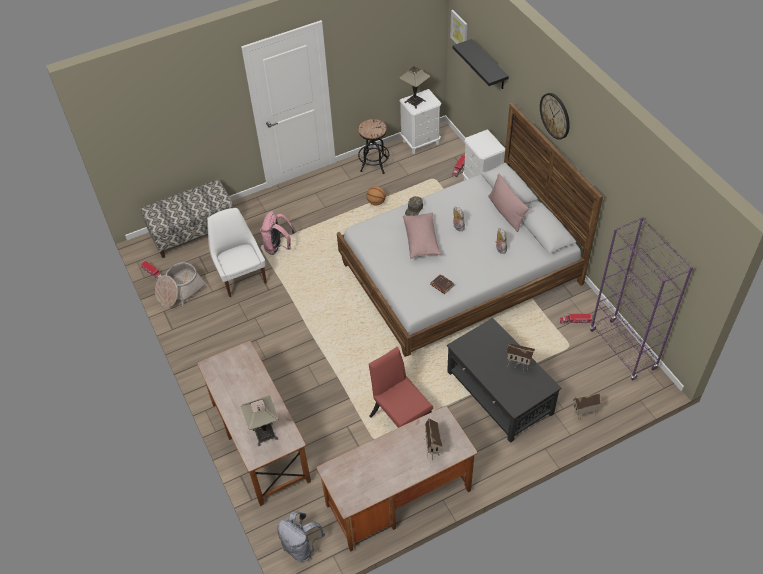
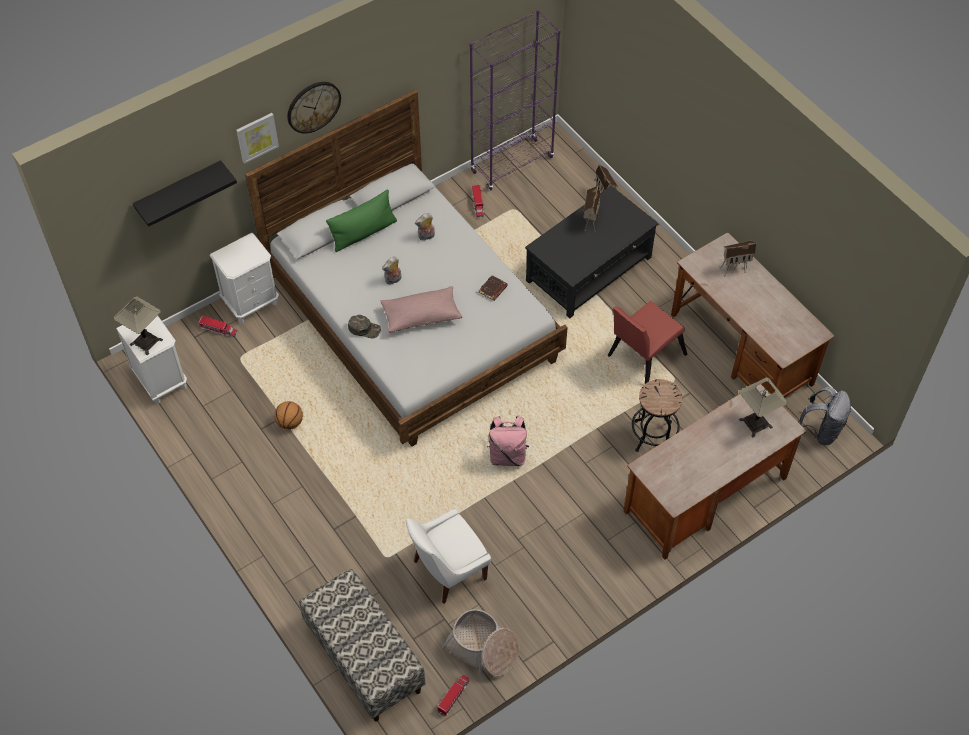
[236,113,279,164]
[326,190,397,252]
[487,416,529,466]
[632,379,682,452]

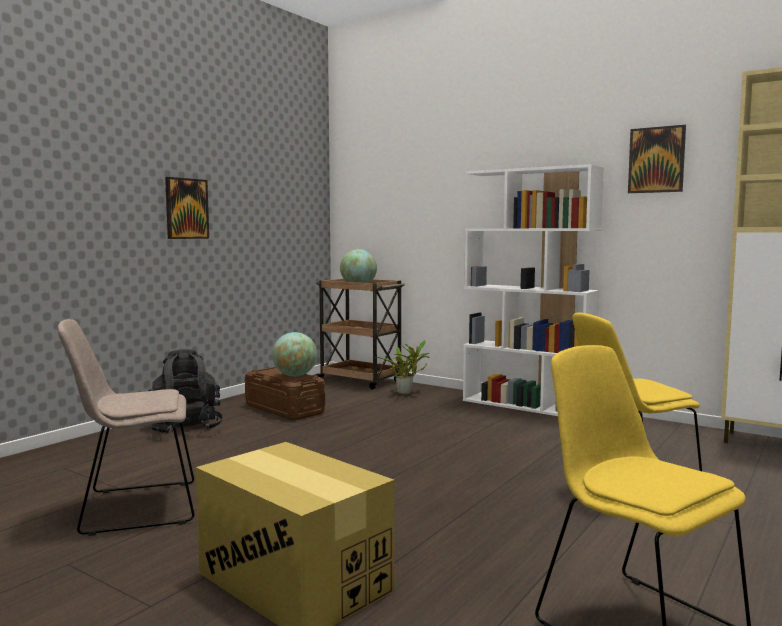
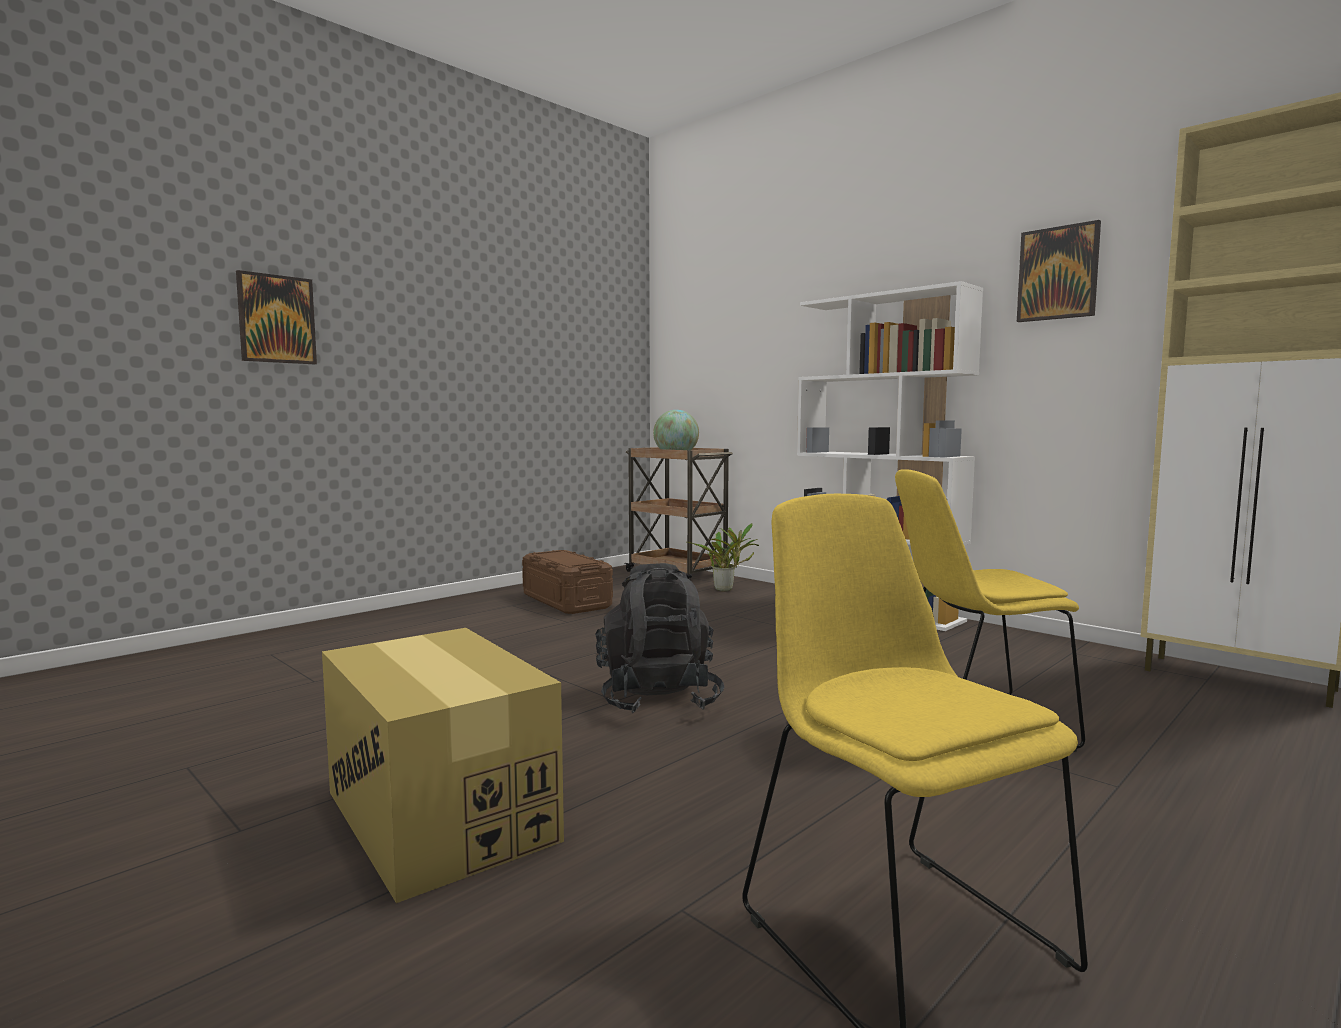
[236,270,317,364]
[595,563,724,713]
[57,319,194,536] (first image)
[272,332,317,377] (first image)

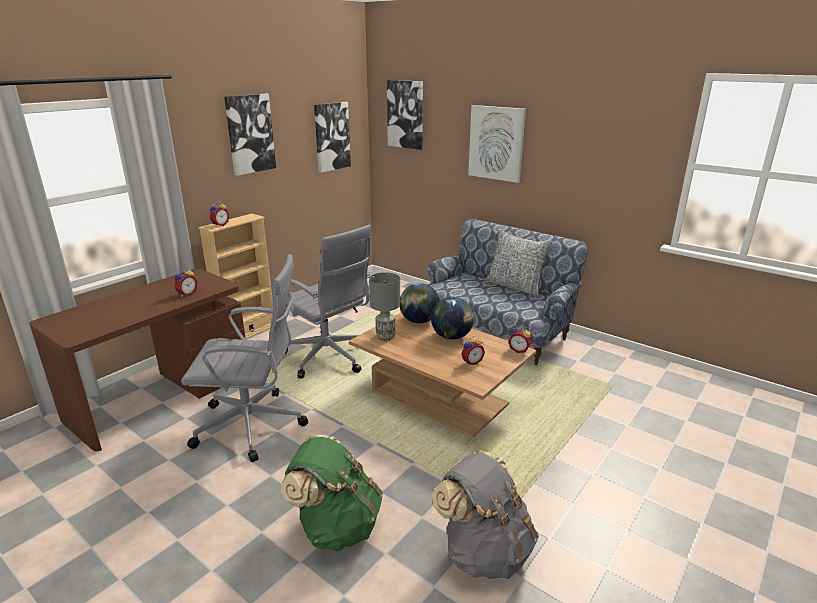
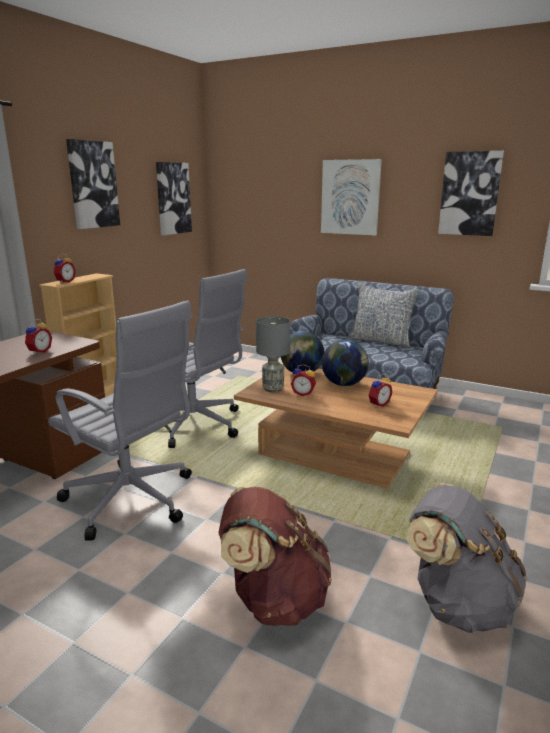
[48,301,192,541]
[218,486,332,626]
[291,364,316,396]
[438,151,504,236]

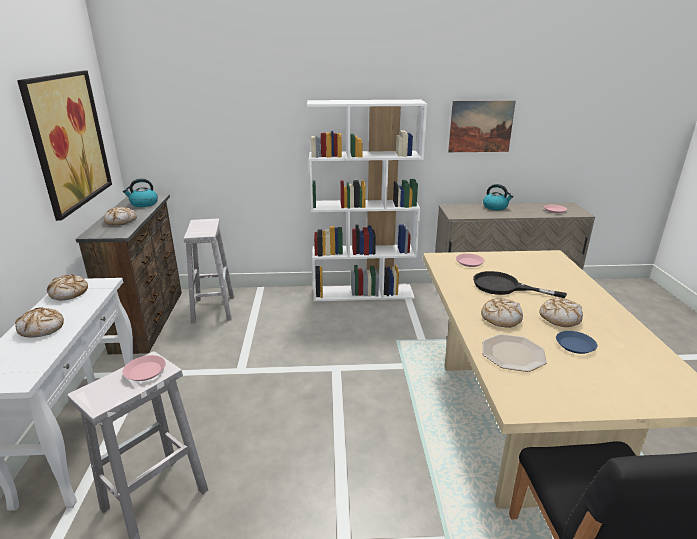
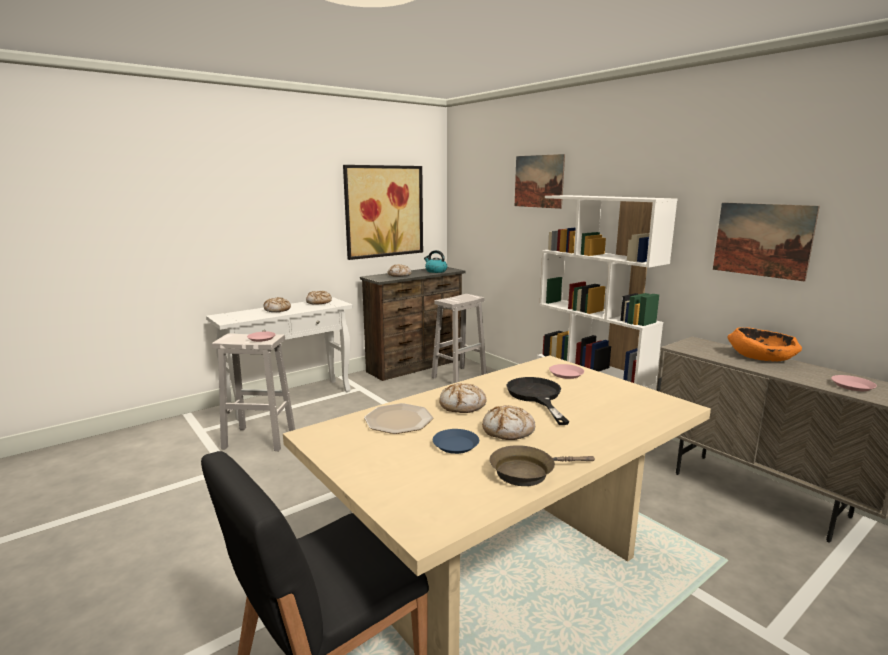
[489,445,595,486]
[515,154,565,209]
[727,327,802,361]

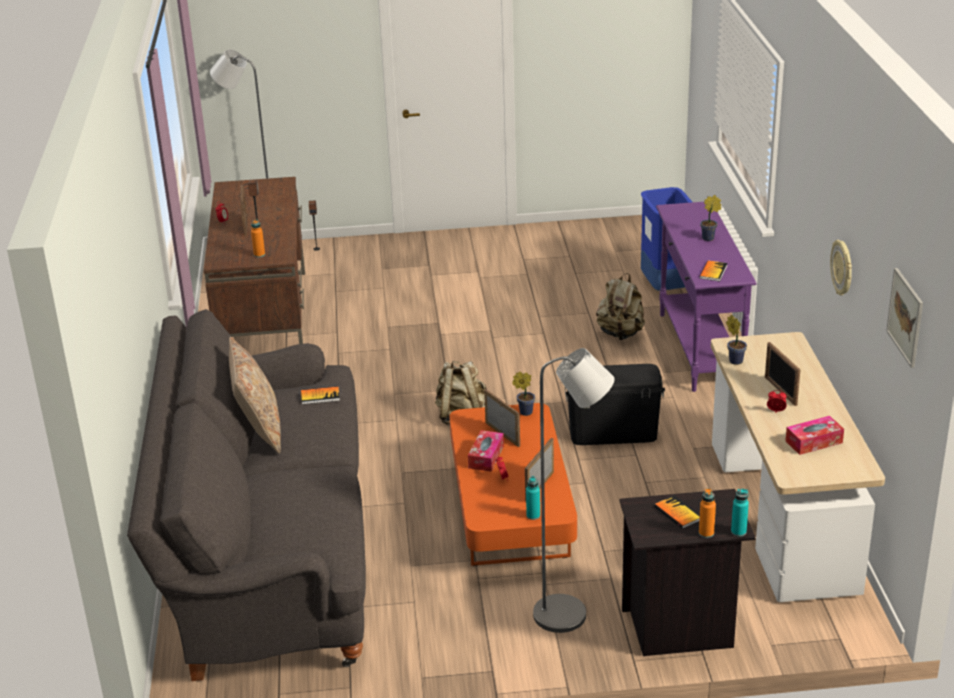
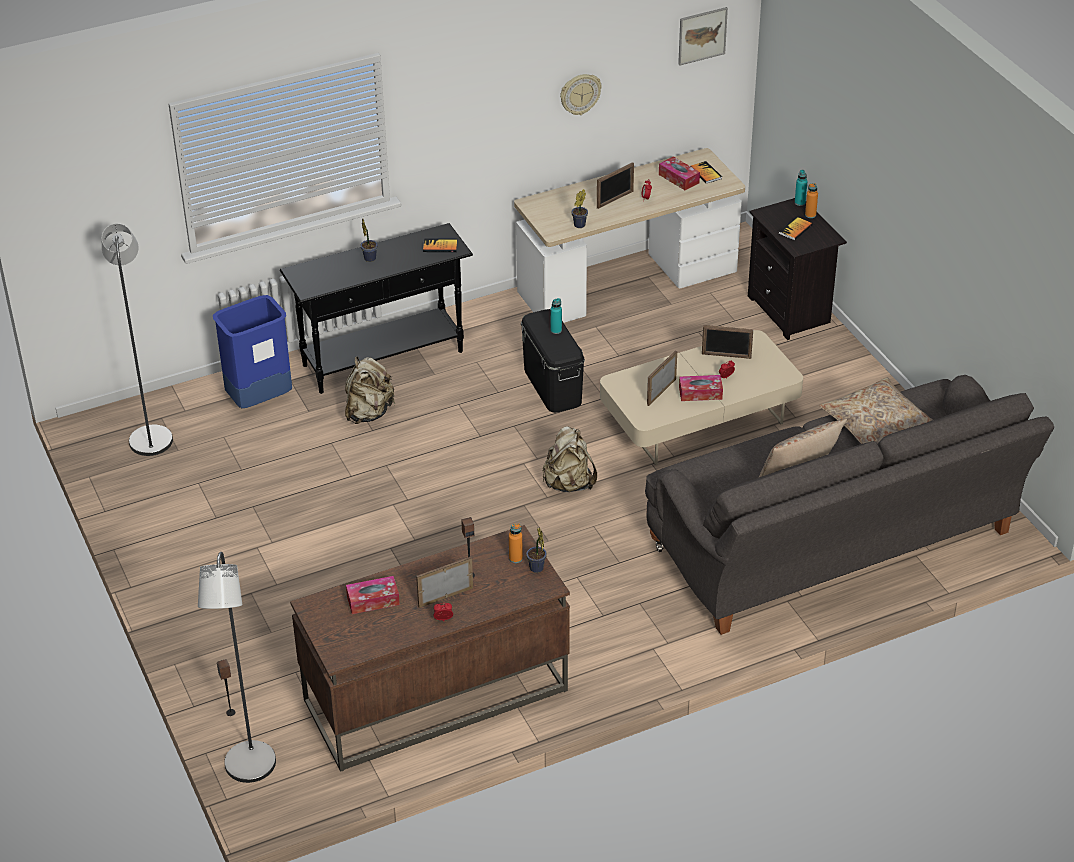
[102,223,173,456]
[280,223,473,394]
[346,576,400,614]
[526,527,547,573]
[550,298,562,334]
[600,330,803,465]
[690,161,722,184]
[819,377,933,444]

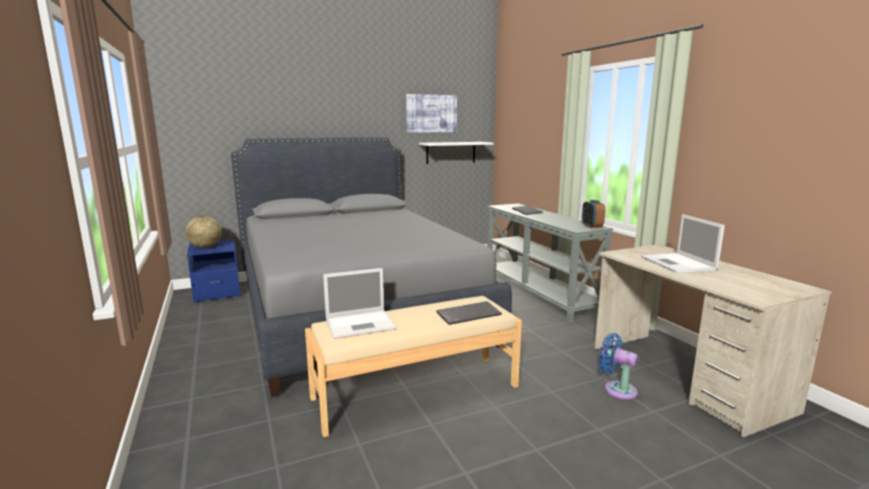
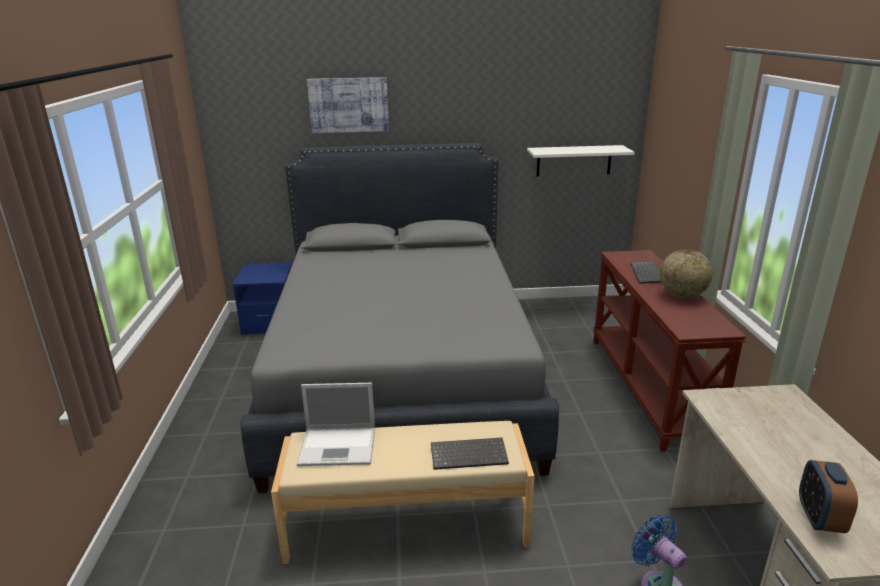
[307,77,389,133]
[593,250,746,452]
[660,249,712,298]
[799,460,858,533]
[641,214,725,273] (first image)

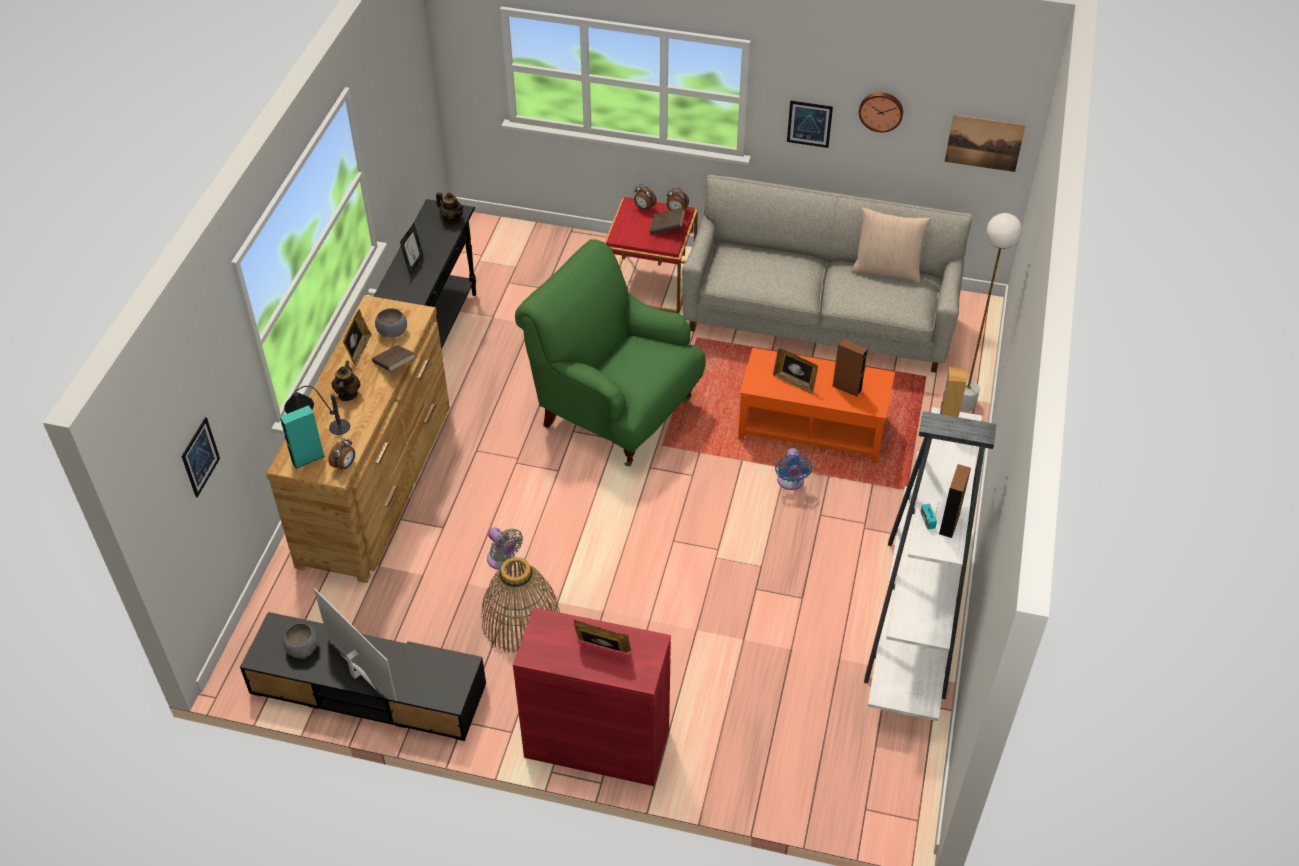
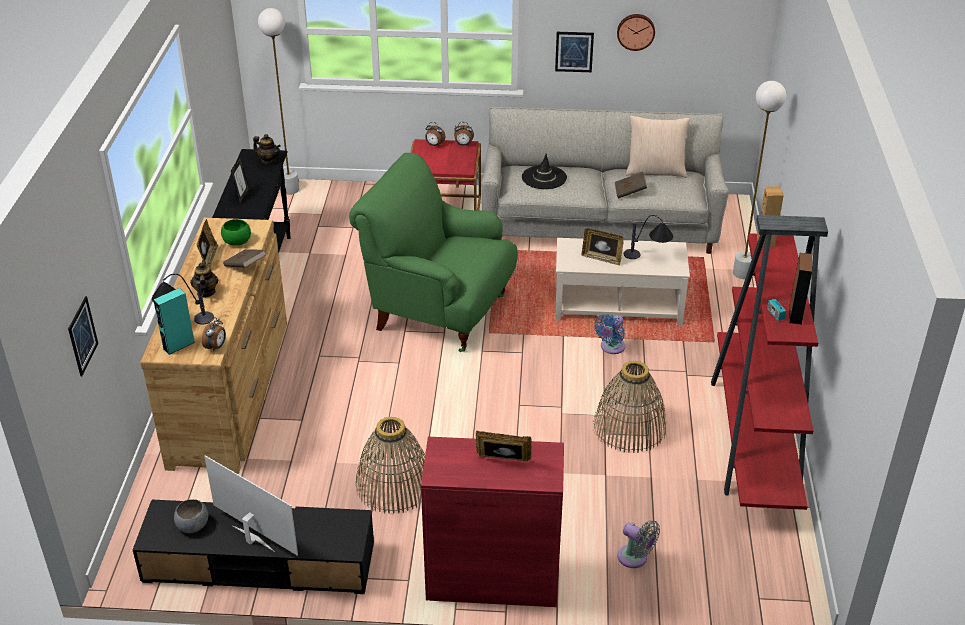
[221,219,251,246]
[258,8,299,195]
[522,154,567,189]
[555,238,690,326]
[593,361,666,453]
[594,314,625,354]
[614,172,647,199]
[617,520,660,568]
[624,215,673,259]
[711,215,828,510]
[945,115,1026,172] (first image)

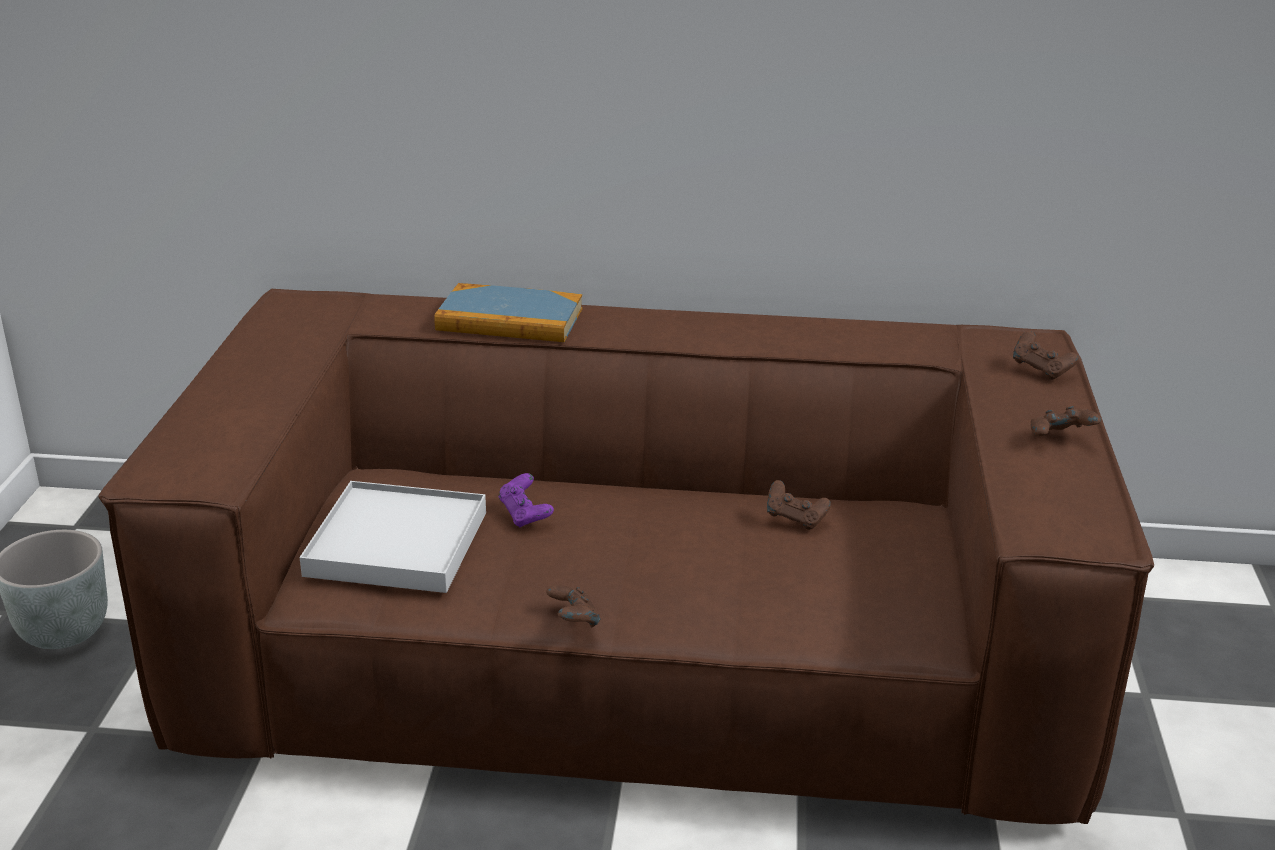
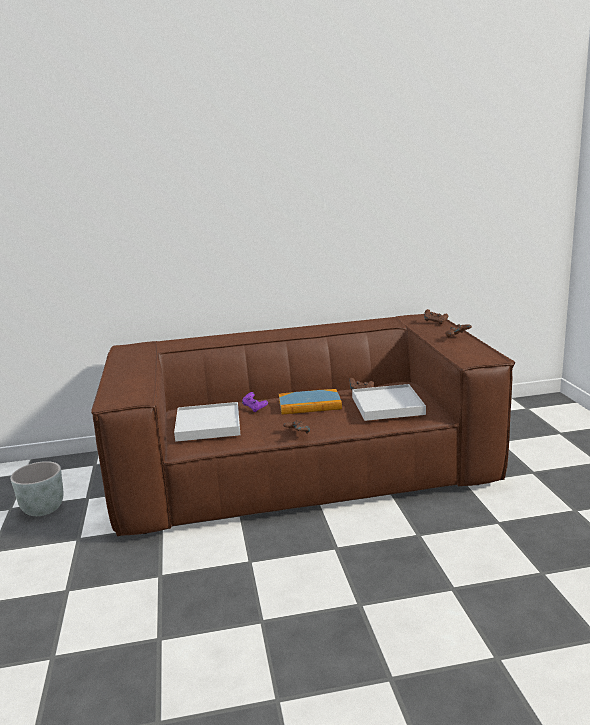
[279,389,342,414]
[352,384,426,421]

